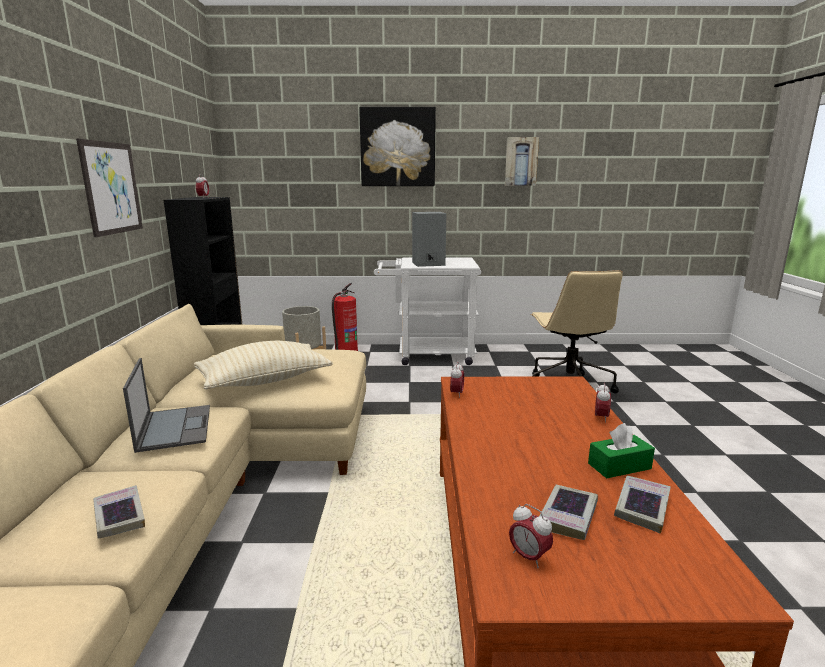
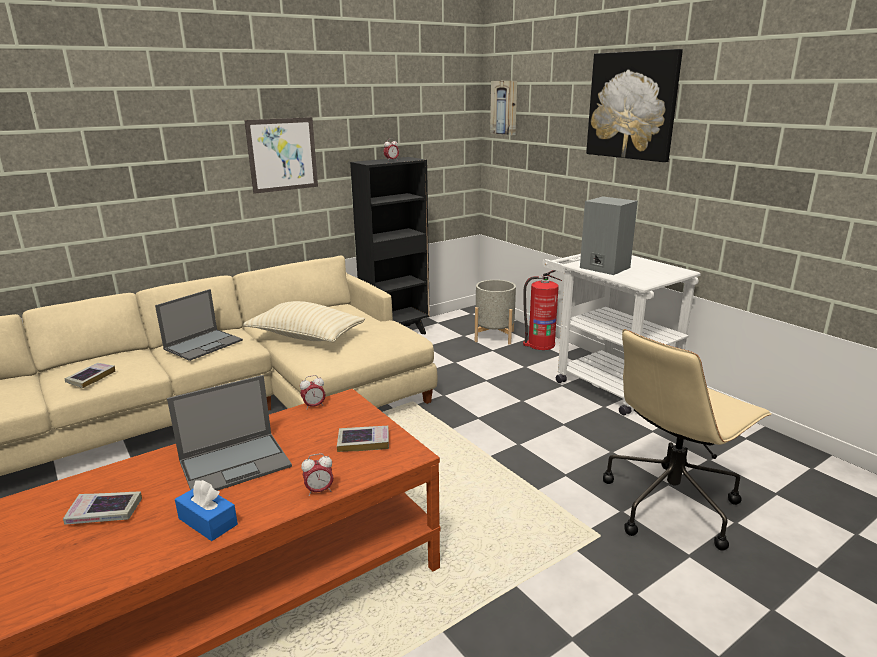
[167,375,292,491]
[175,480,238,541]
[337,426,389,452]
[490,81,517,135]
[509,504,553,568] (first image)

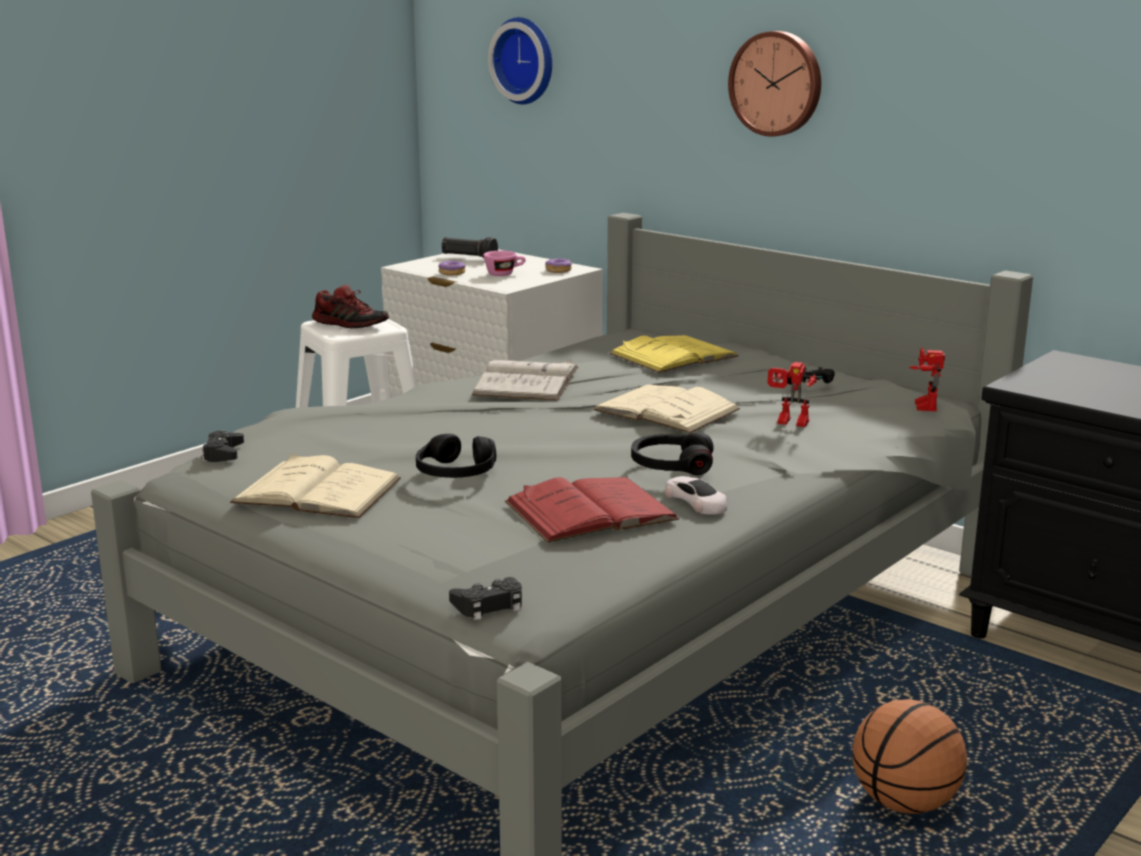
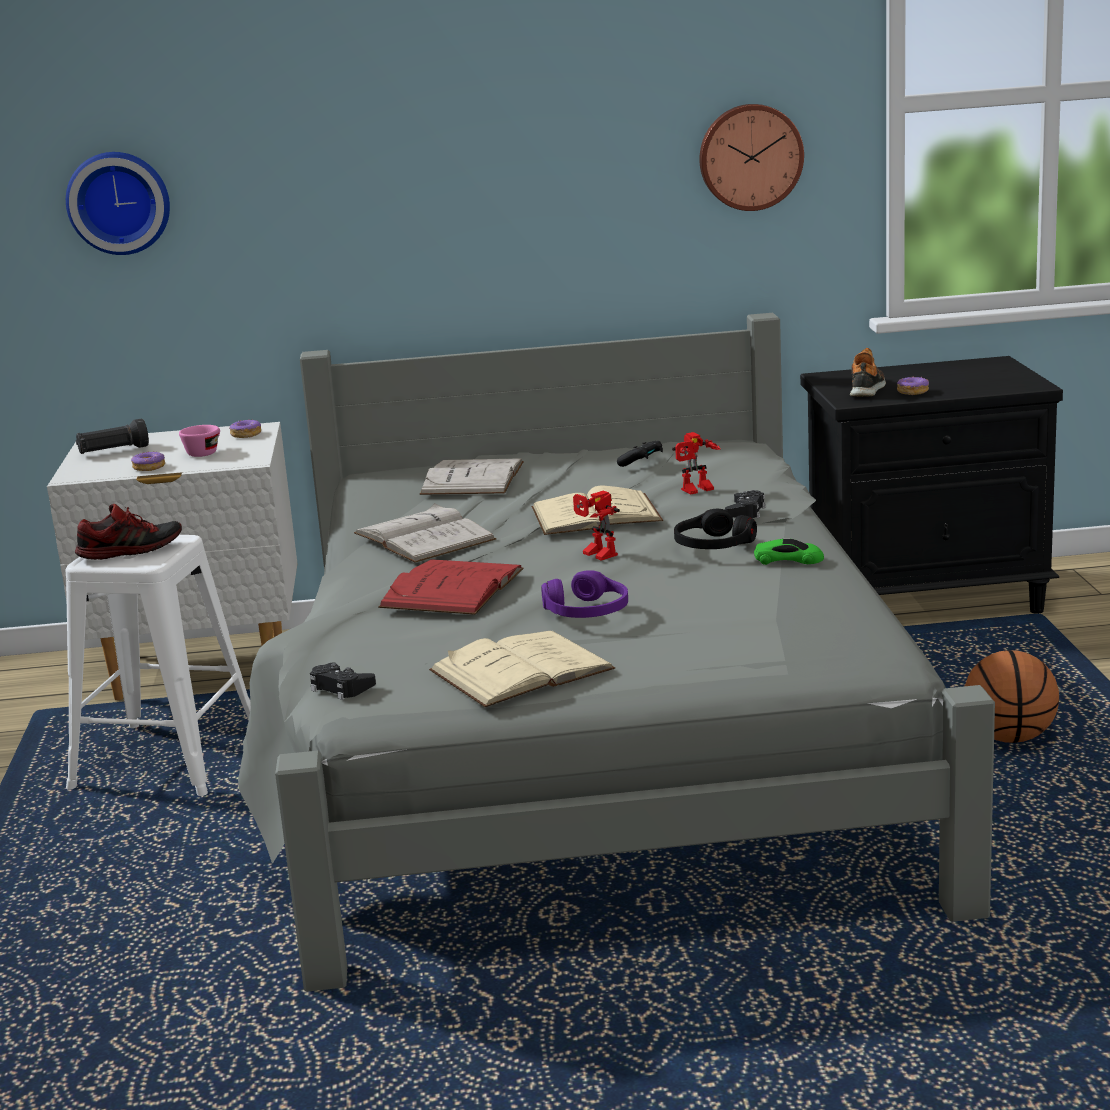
[378,559,524,615]
[420,458,524,495]
[541,570,628,618]
[573,491,620,561]
[699,104,804,211]
[725,490,766,518]
[754,539,824,565]
[850,348,886,397]
[897,377,929,395]

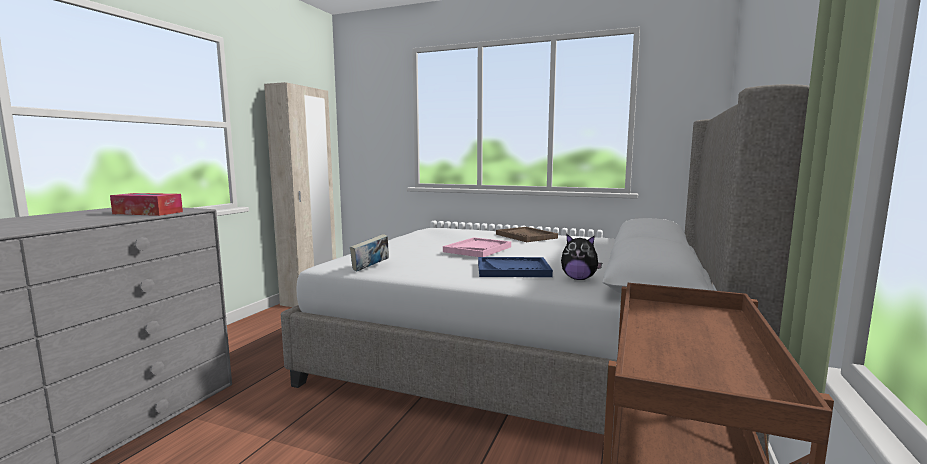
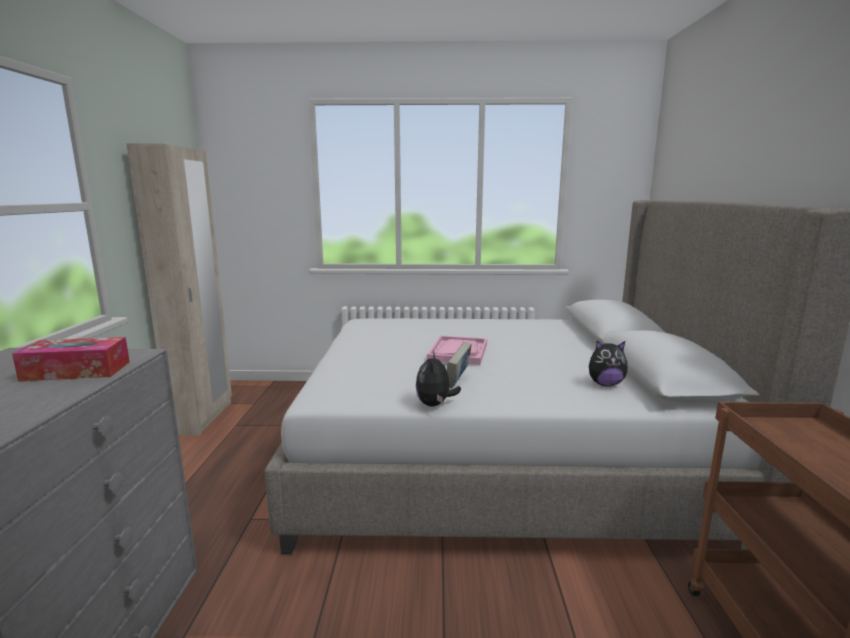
[416,351,461,407]
[447,342,472,388]
[478,257,553,277] (first image)
[496,227,558,242] (first image)

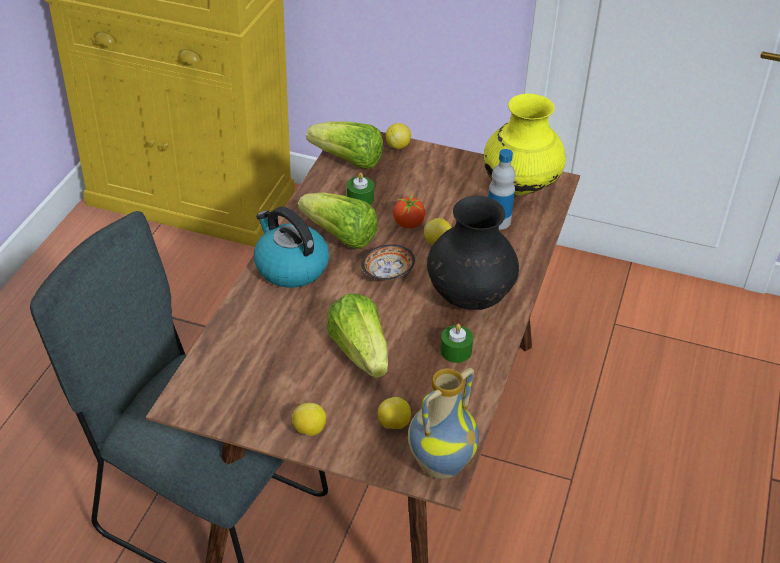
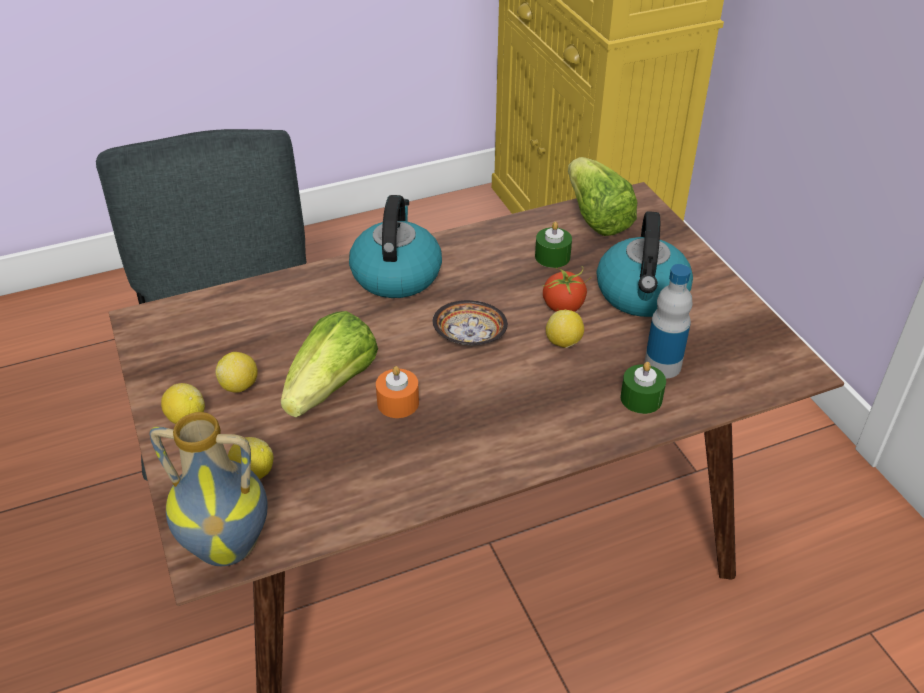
[215,352,258,392]
[376,366,419,418]
[597,211,693,317]
[621,362,666,414]
[298,193,378,249] (first image)
[427,196,519,310] (first image)
[484,94,566,195] (first image)

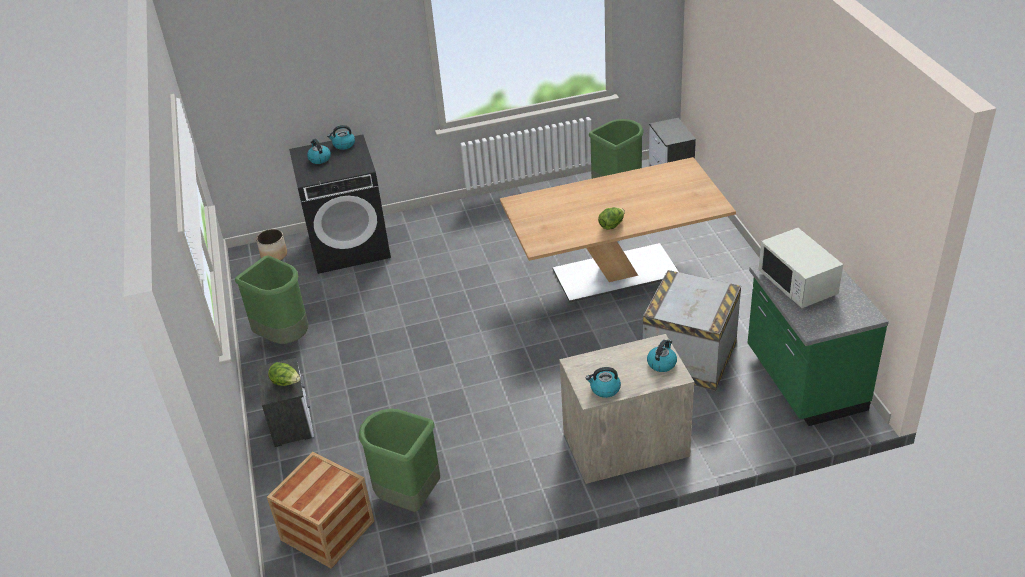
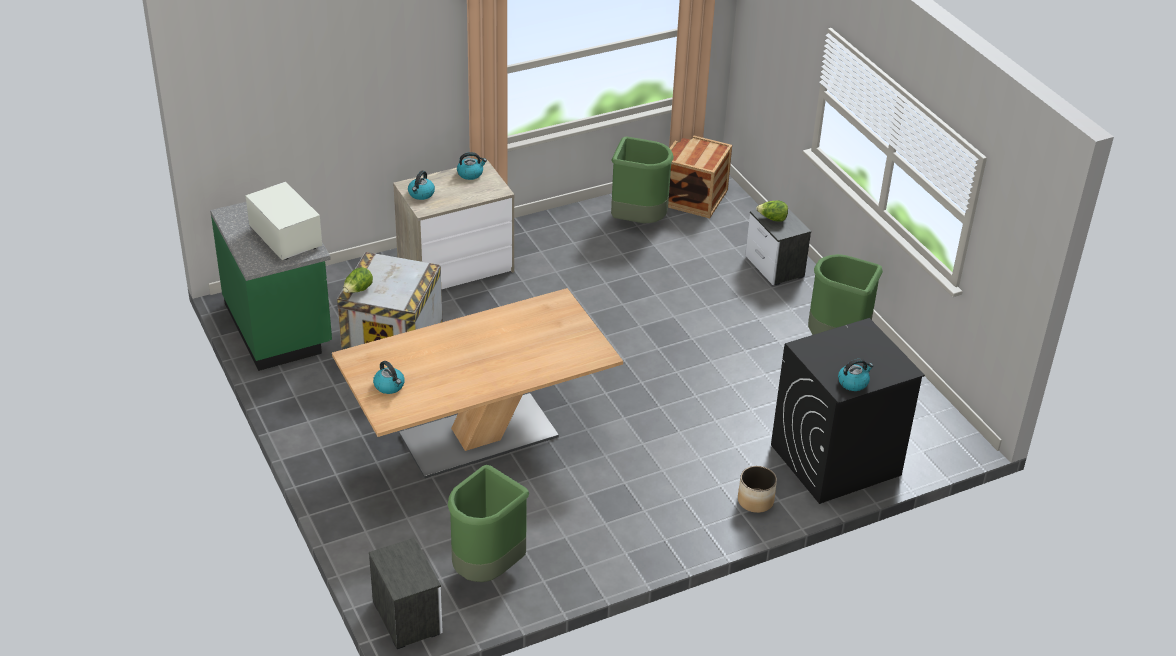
[343,267,373,293]
[373,361,405,394]
[738,466,777,513]

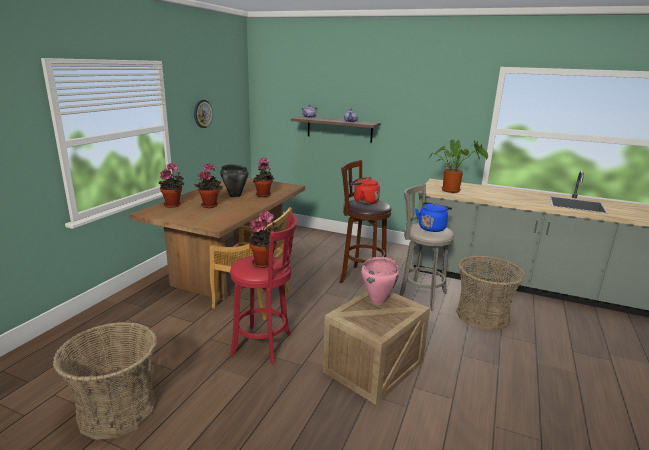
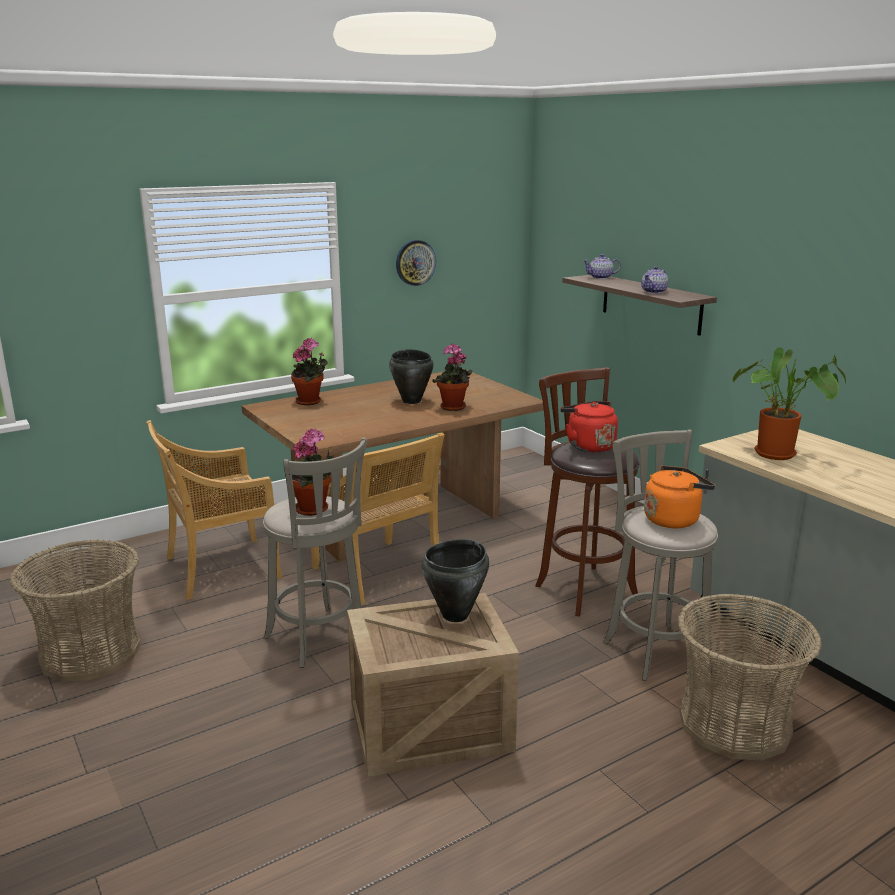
[146,420,283,600]
[263,437,367,668]
[422,539,489,622]
[644,465,715,528]
[194,163,223,208] (first image)

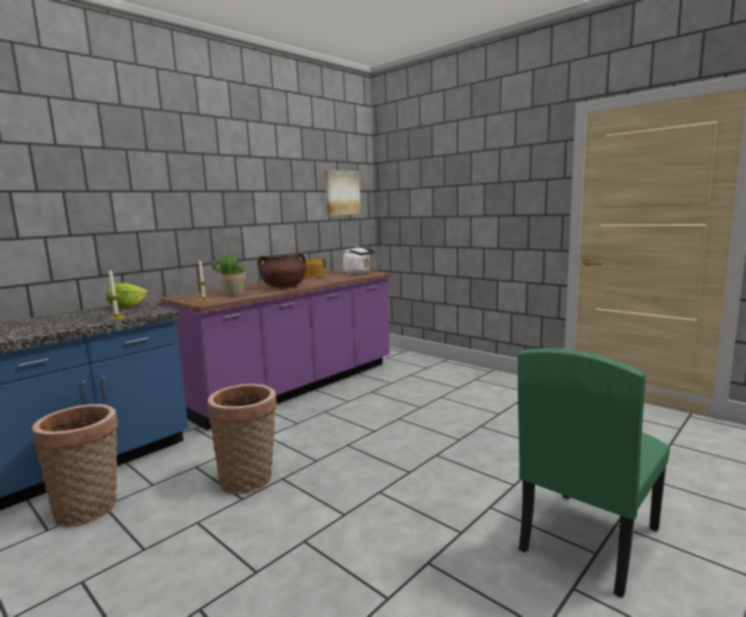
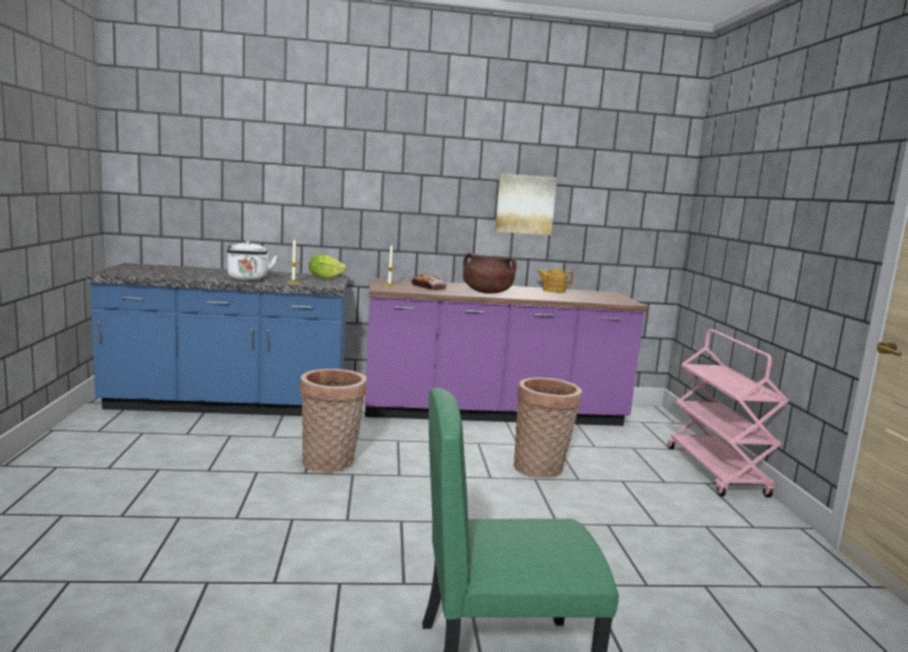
[227,241,277,281]
[411,273,447,290]
[495,173,557,235]
[514,377,582,478]
[668,329,789,497]

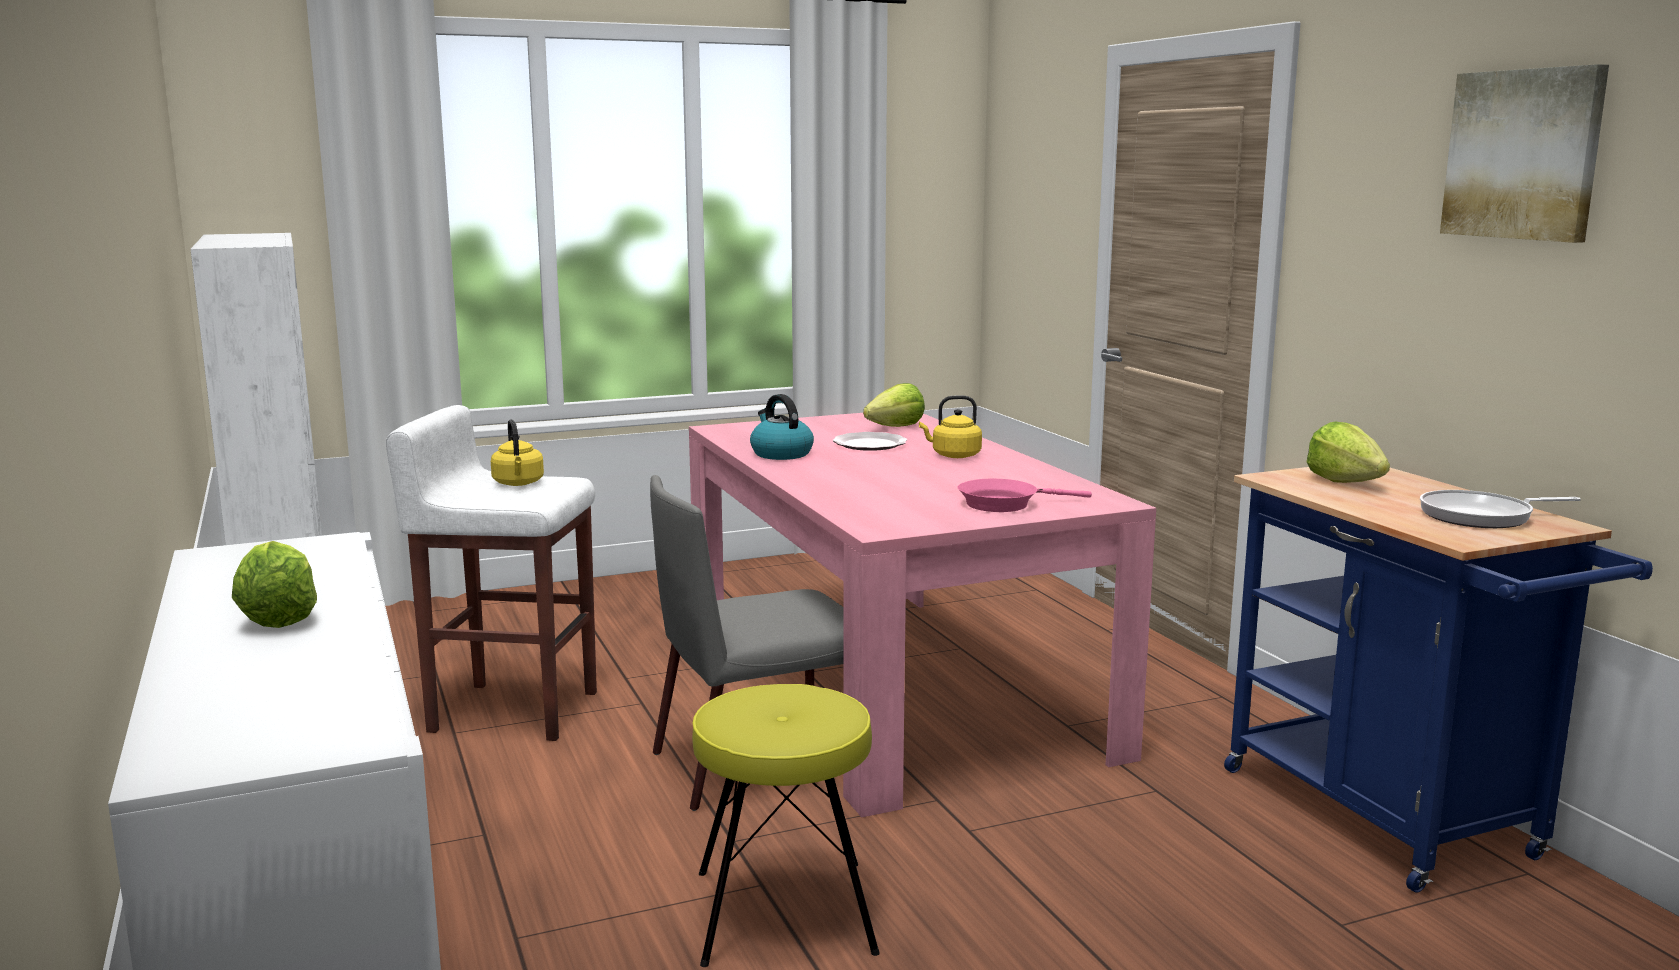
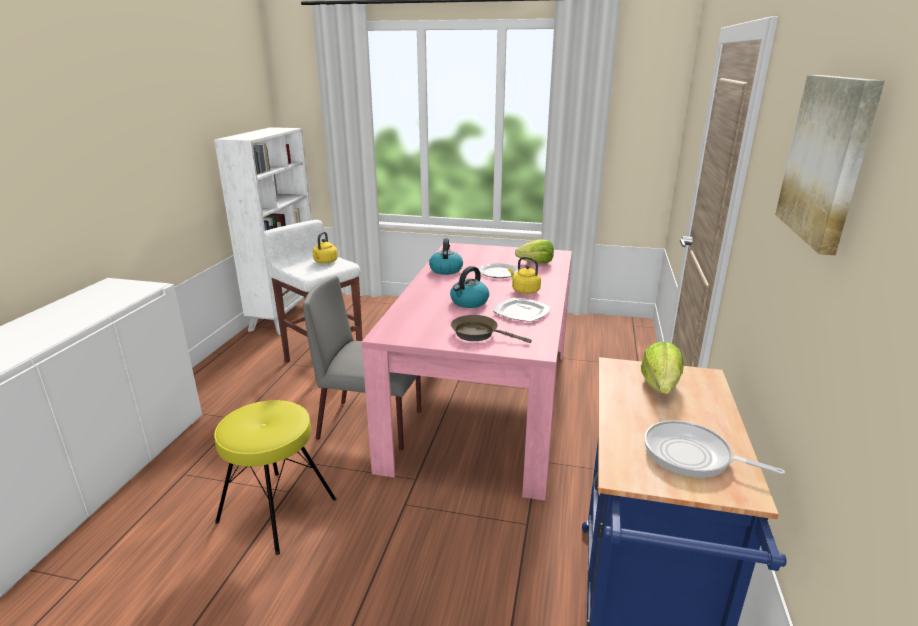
[450,266,489,308]
[451,315,532,343]
[493,298,550,322]
[232,541,317,628] (first image)

